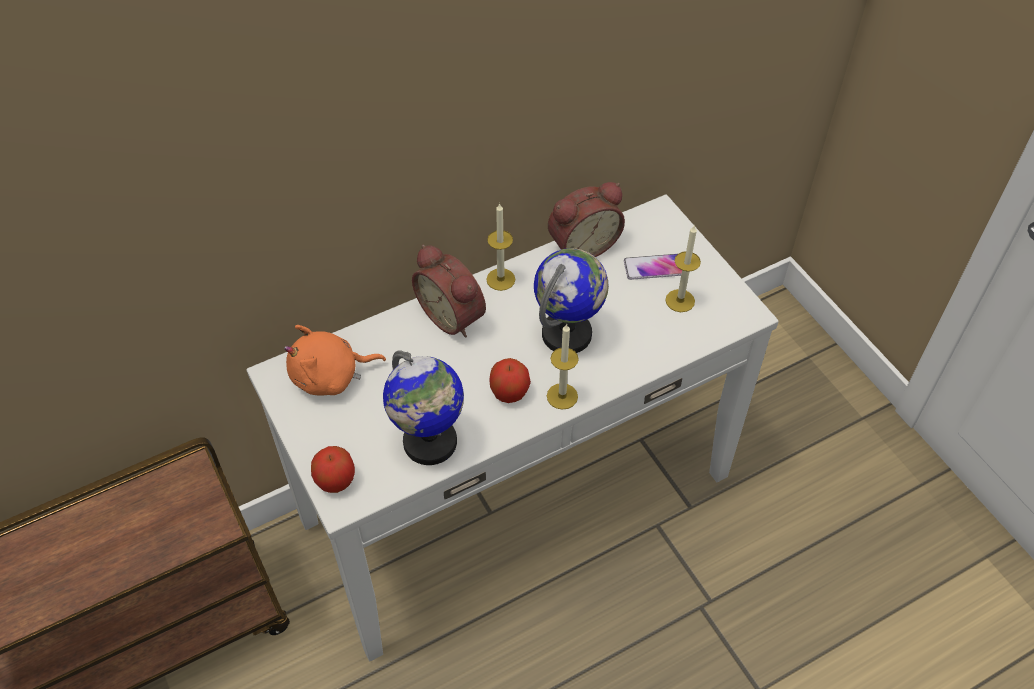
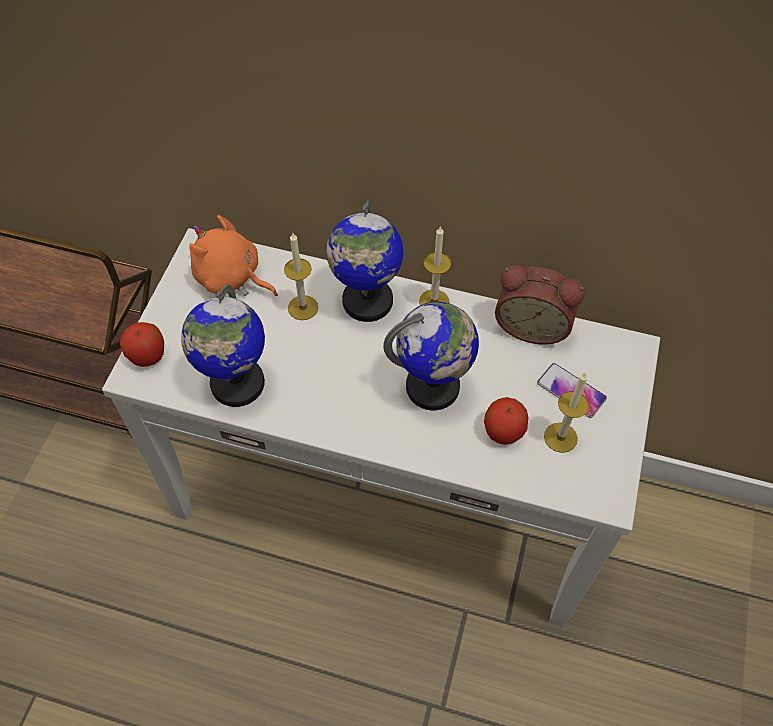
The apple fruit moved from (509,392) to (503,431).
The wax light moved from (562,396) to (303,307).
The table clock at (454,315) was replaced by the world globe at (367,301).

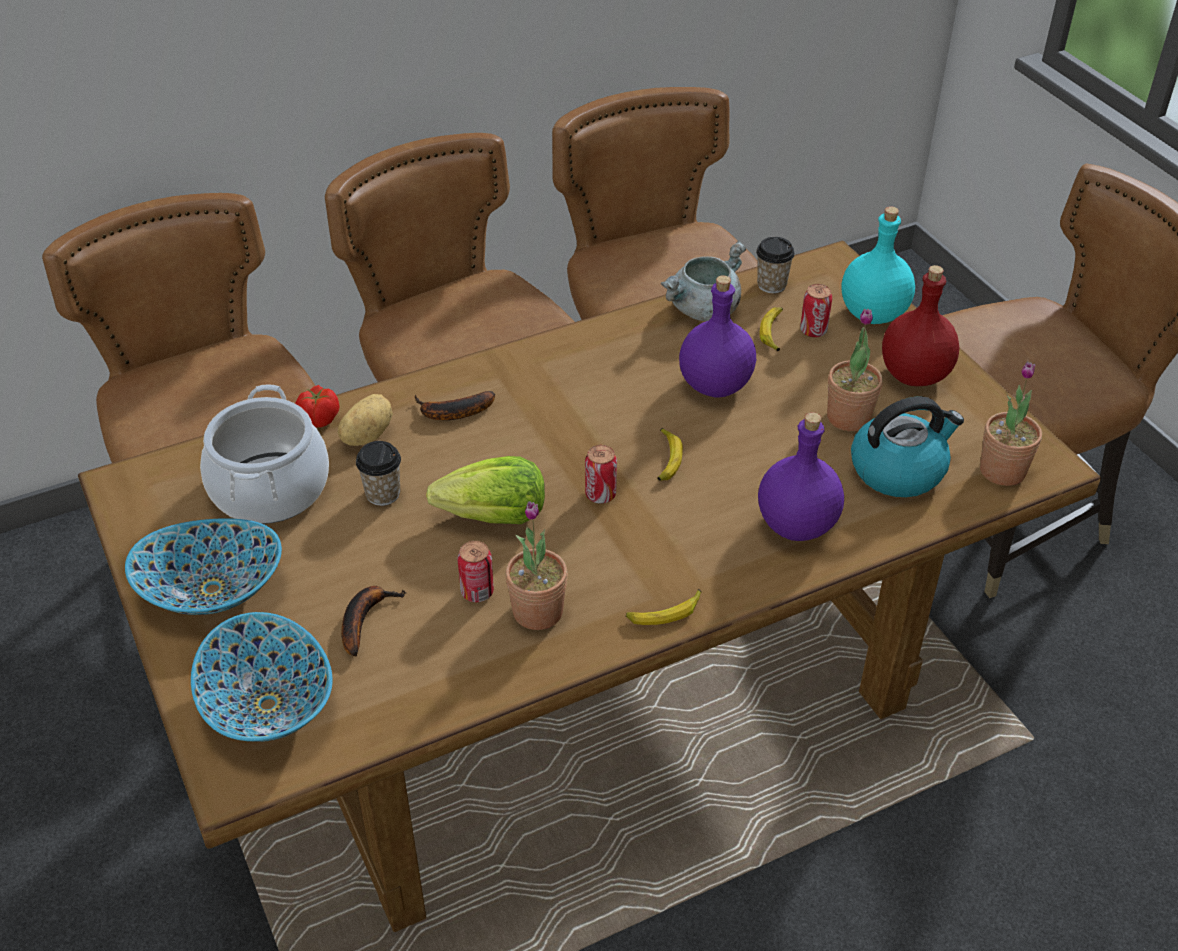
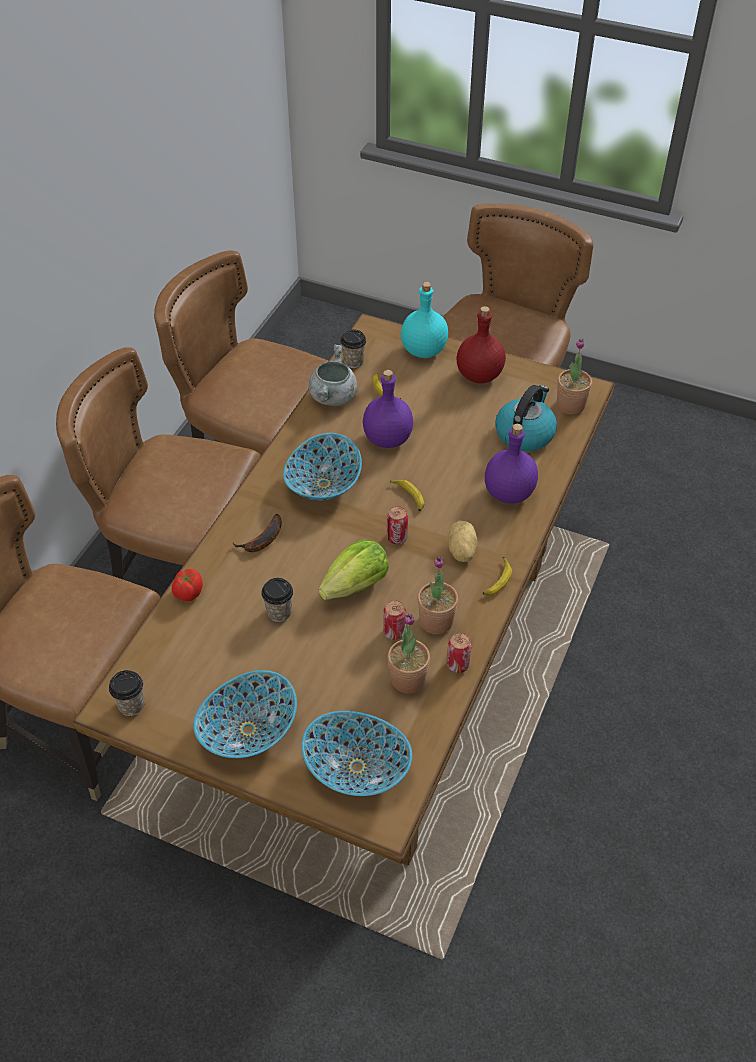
The cooking pot at (269,489) disappeared.
The whole banana at (364,619) disappeared.
The drinking cup at (131,705) appeared.
The deep dish at (322,484) appeared.
The spud moved from (366,435) to (460,551).
The can moved from (813,331) to (457,665).
The houseplant moved from (848,417) to (408,679).

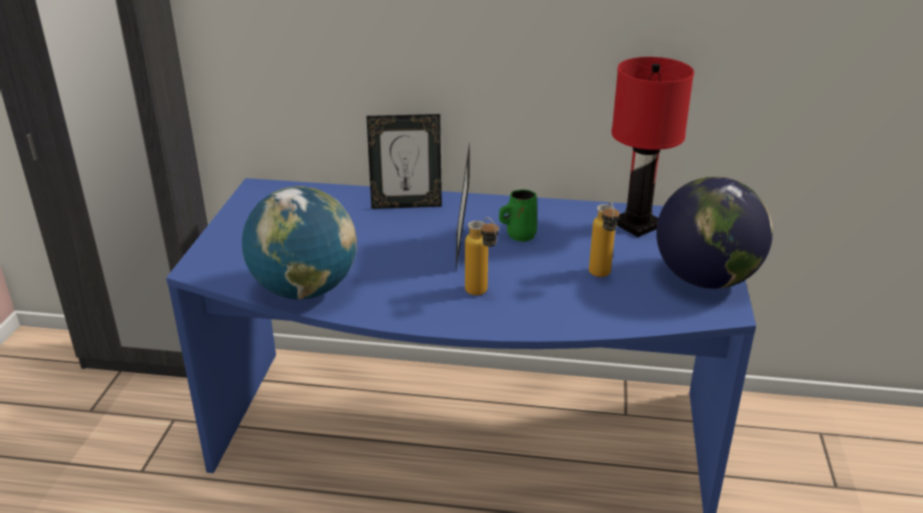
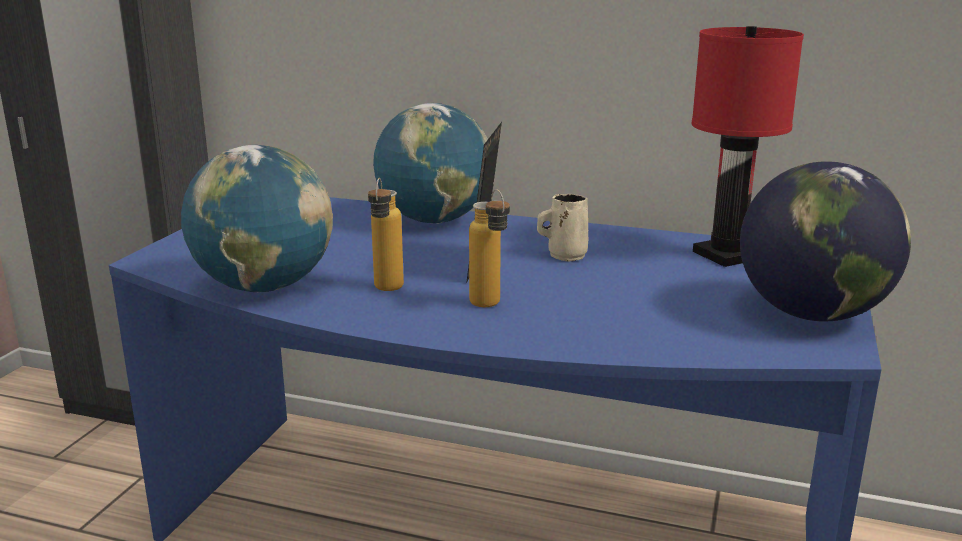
The beverage bottle moved from (601,277) to (386,291).
The photo frame at (406,204) was replaced by the world globe at (434,221).
The greenish mug at (519,235) became the beige-coloured mug at (564,255).

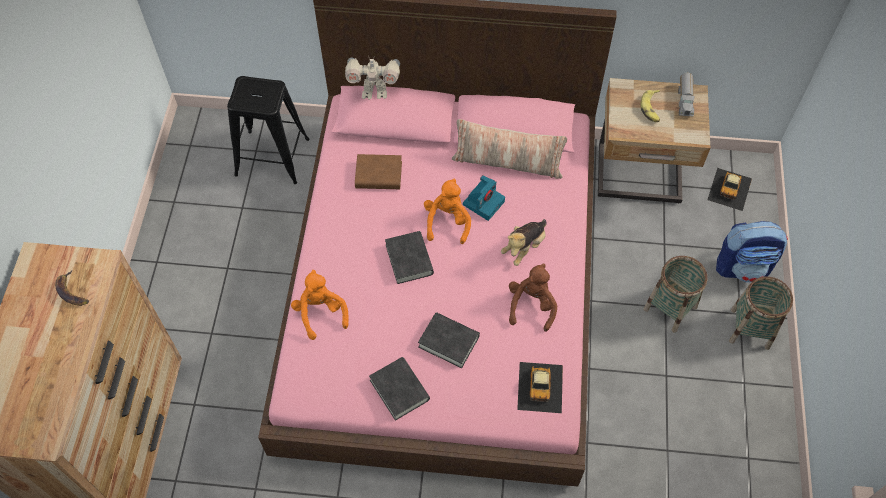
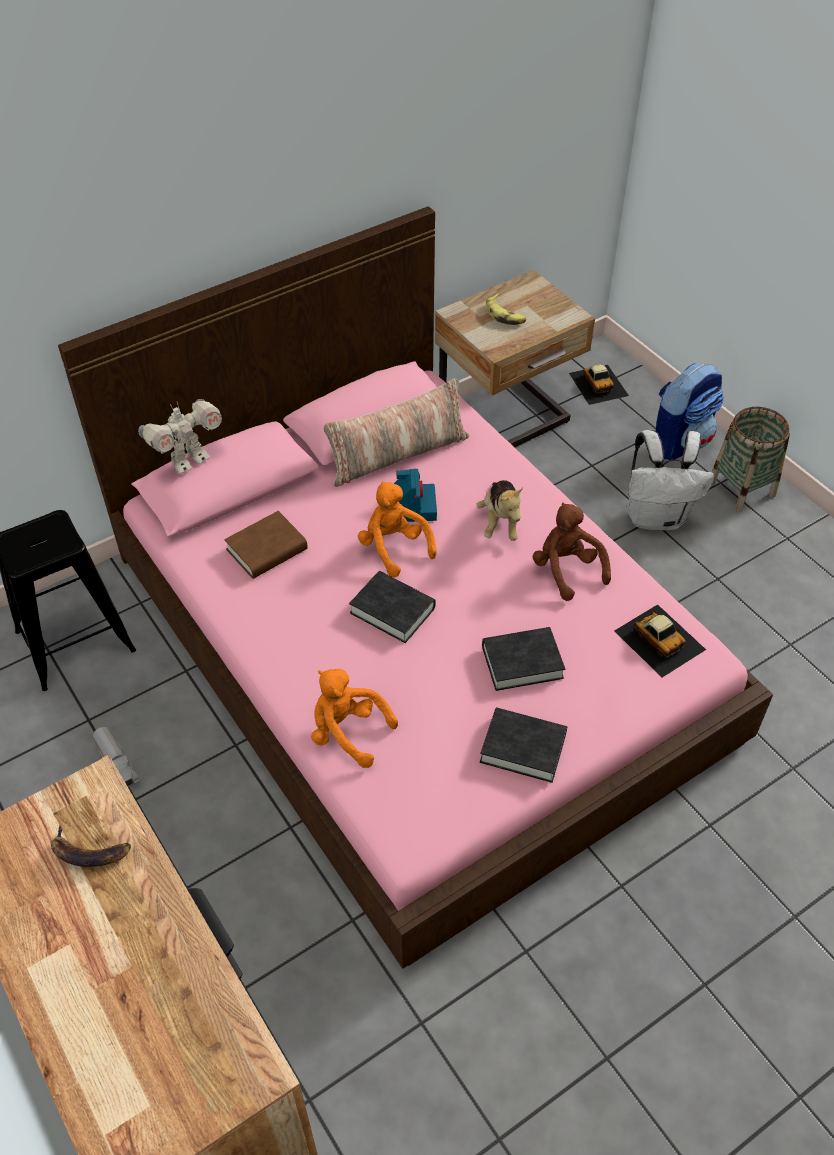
The toy truck moved from (685,101) to (118,765).
The basket at (670,308) was replaced by the whitish backpack at (657,517).

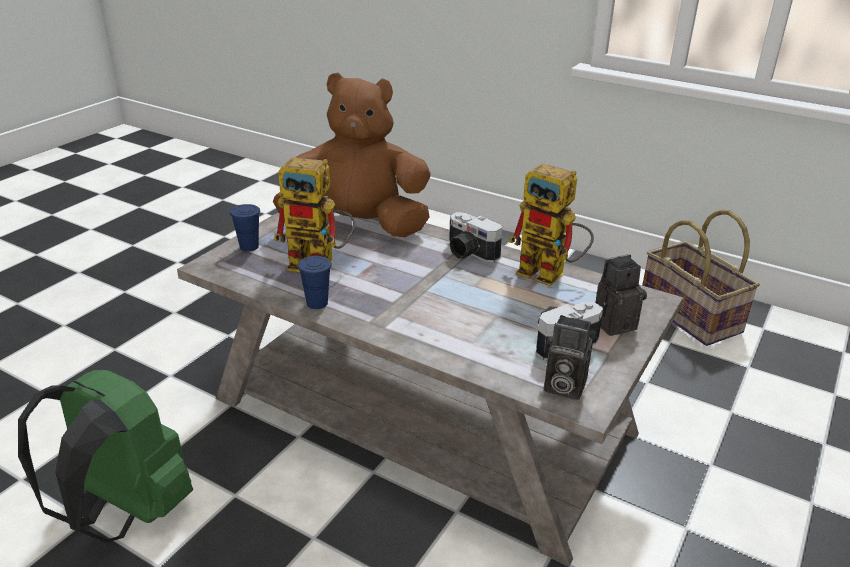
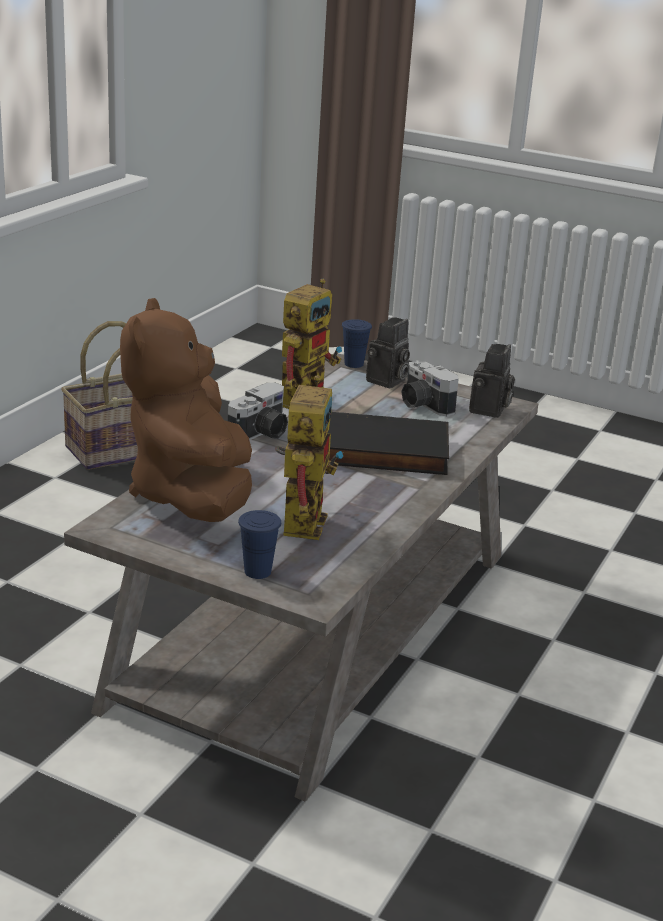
The greenish backpack at (126,512) disappeared.
The blackish book at (384,453) appeared.
The blue drinking cup moved from (317,303) to (354,364).
The photo camera at (615,323) turned 120 degrees counterclockwise.

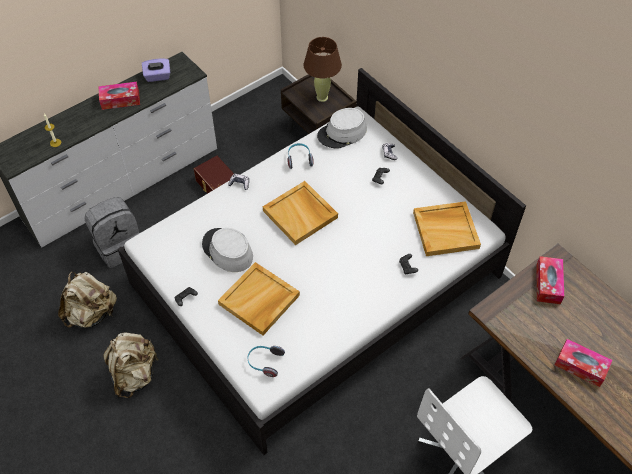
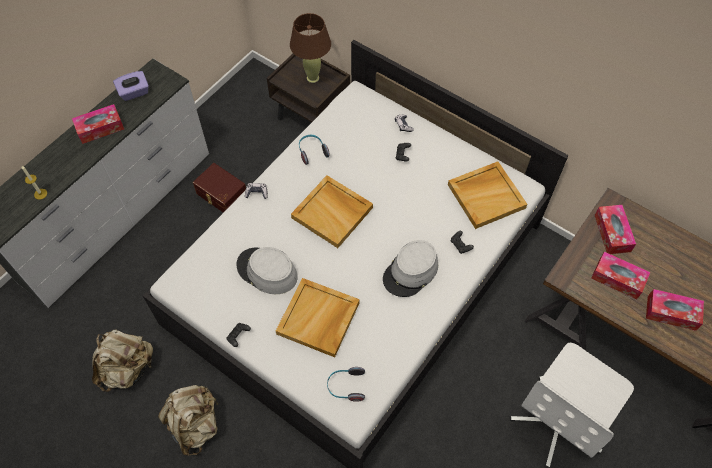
The grey backpack at (119,246) disappeared.
The tissue holder at (617,279) appeared.
The grey hat moved from (342,133) to (411,272).

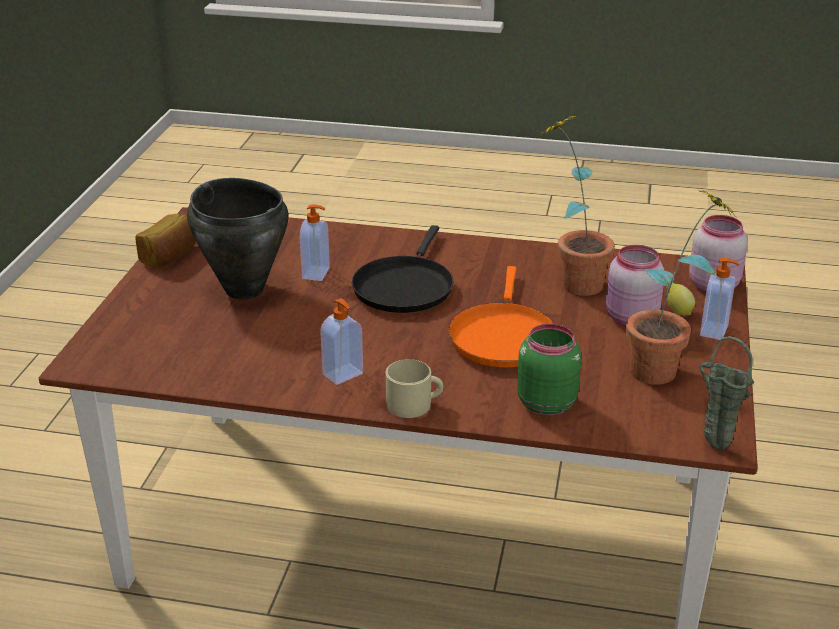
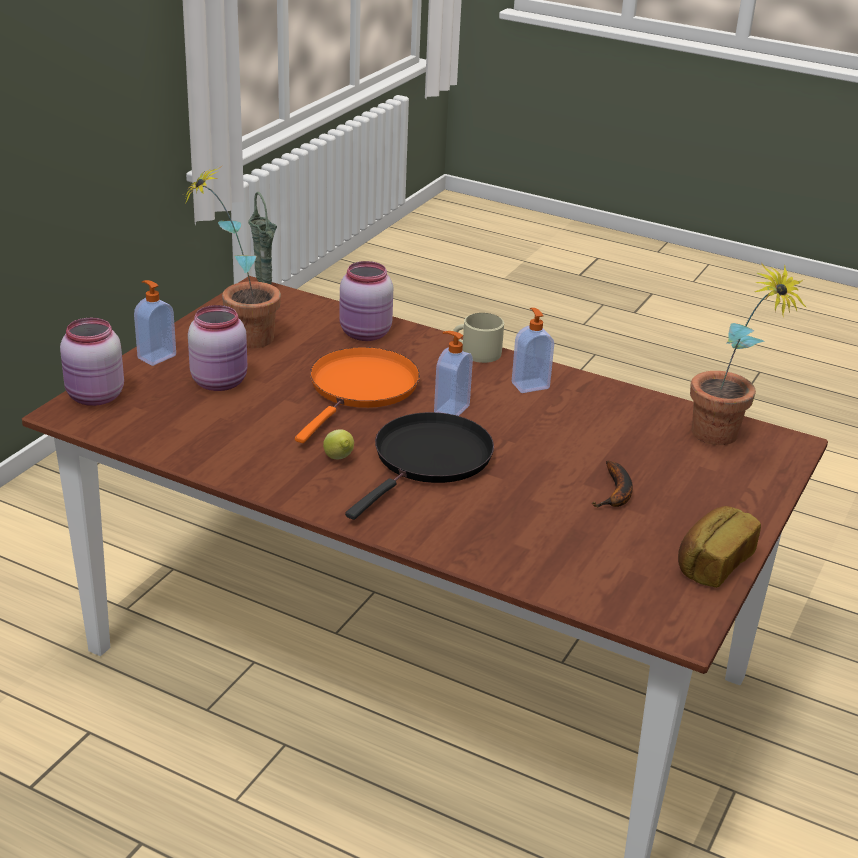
The soap bottle moved from (317,273) to (450,409).
The houseplant moved from (572,280) to (724,440).
The whole lemon moved from (677,311) to (339,459).
The blackish cooking pot at (244,289) was replaced by the whole banana at (616,493).
The greenish preserve jar at (545,402) became the pink-coloured preserve jar at (366,334).

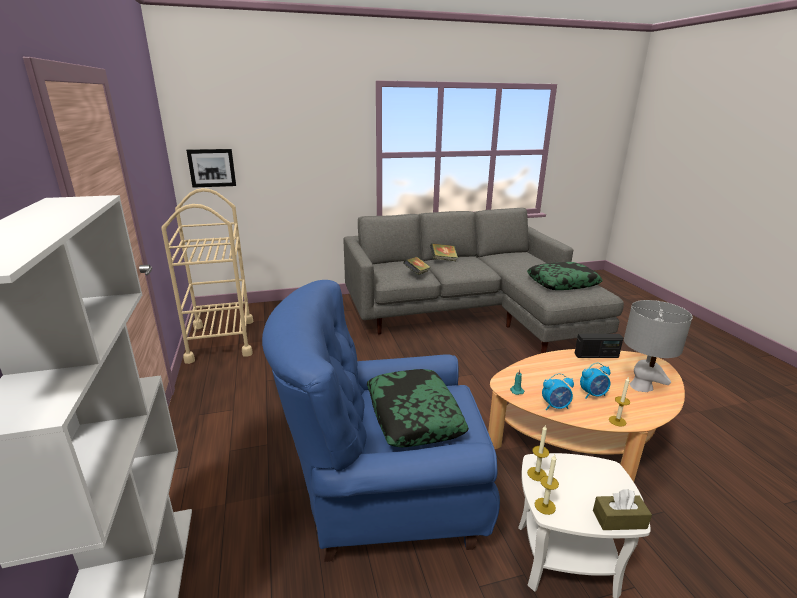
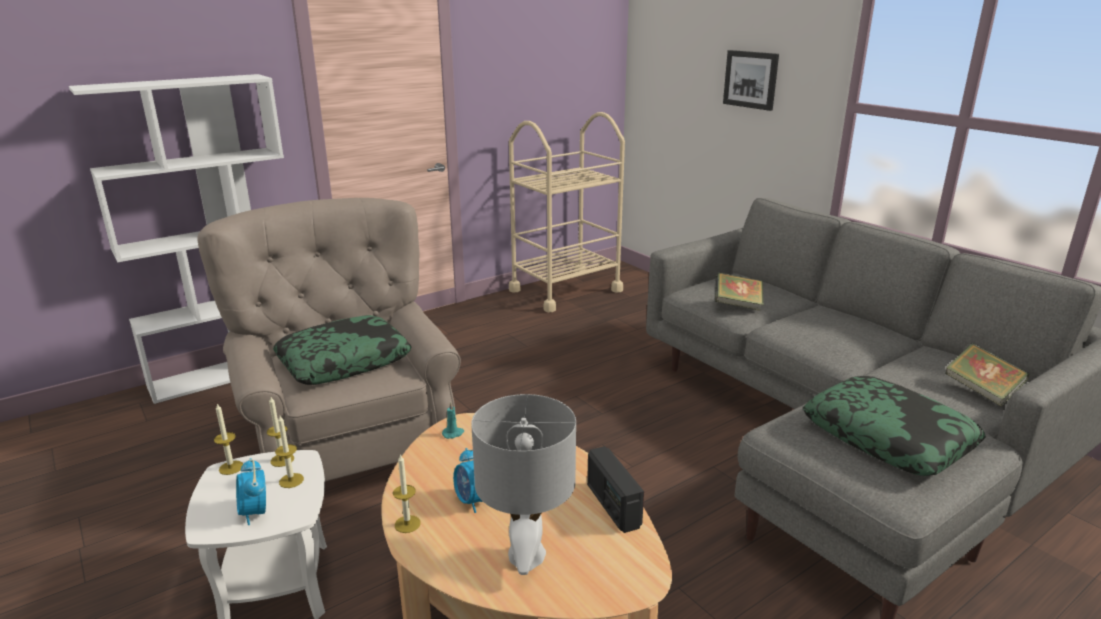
The brownish tissue holder at (619,519) disappeared.
The wax light at (291,480) appeared.
The picture moved from (212,168) to (751,79).
The book moved from (443,260) to (981,391).
The table clock moved from (555,406) to (255,513).
The blue easy chair at (385,496) became the beige-coloured easy chair at (350,444).

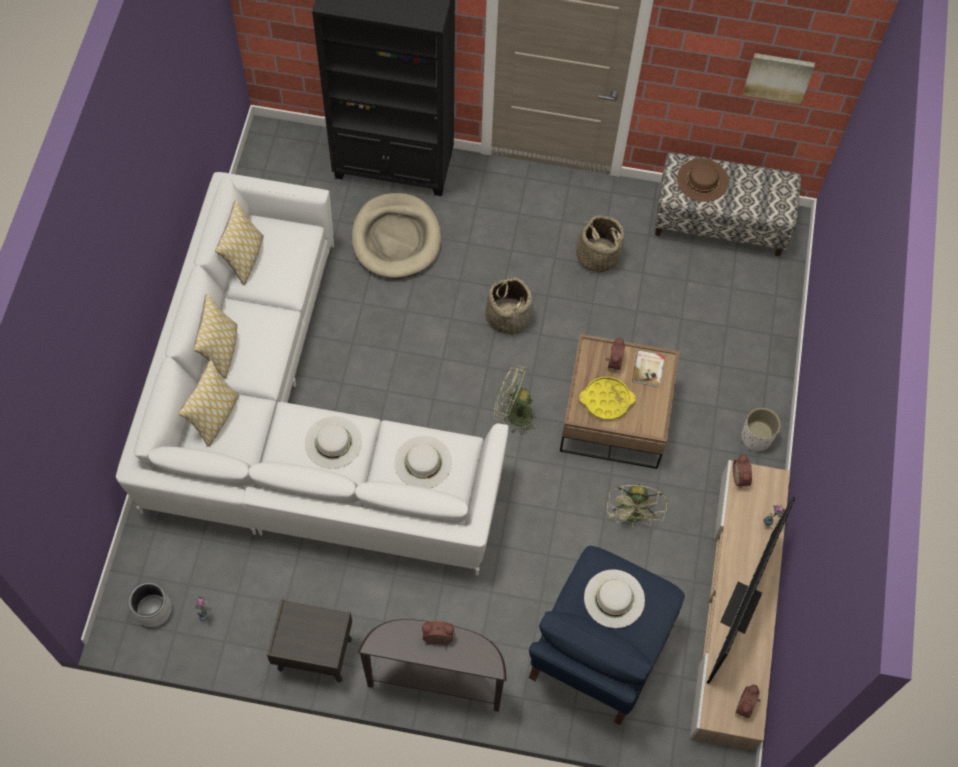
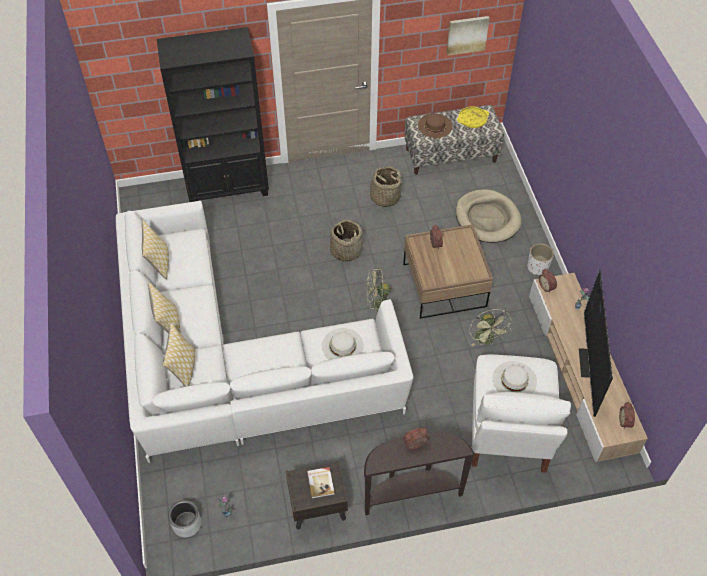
The whitish hat at (333,442) disappeared.
The beige-coloured dog bed moved from (396,238) to (487,218).
The yellow-coloured serving tray moved from (606,400) to (472,119).
The book moved from (648,369) to (321,483).
The blue easy chair at (598,652) became the whitish easy chair at (508,432).

